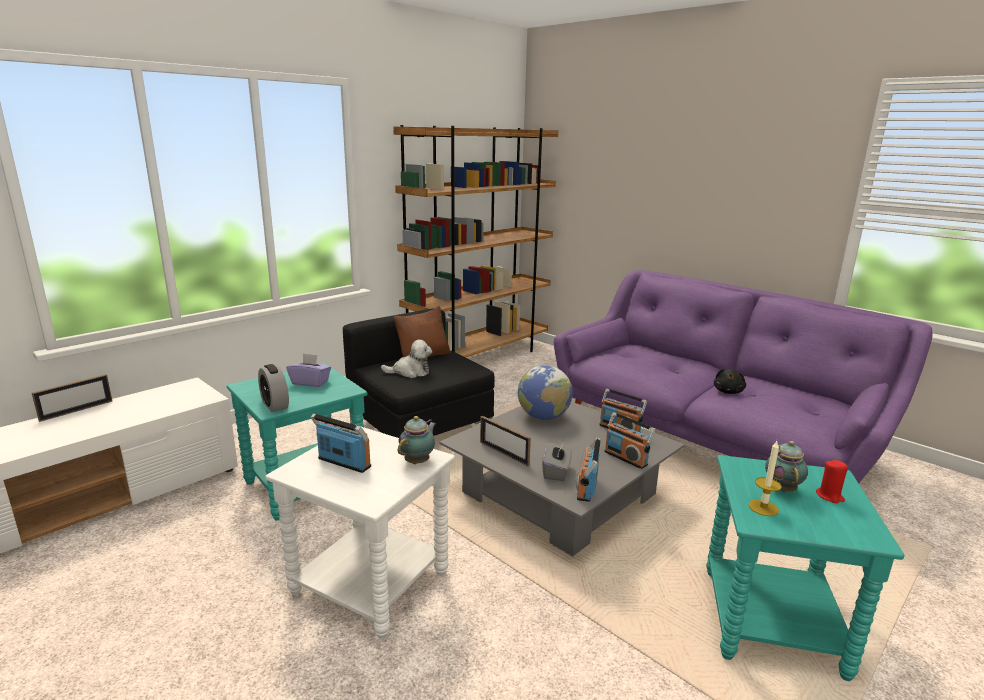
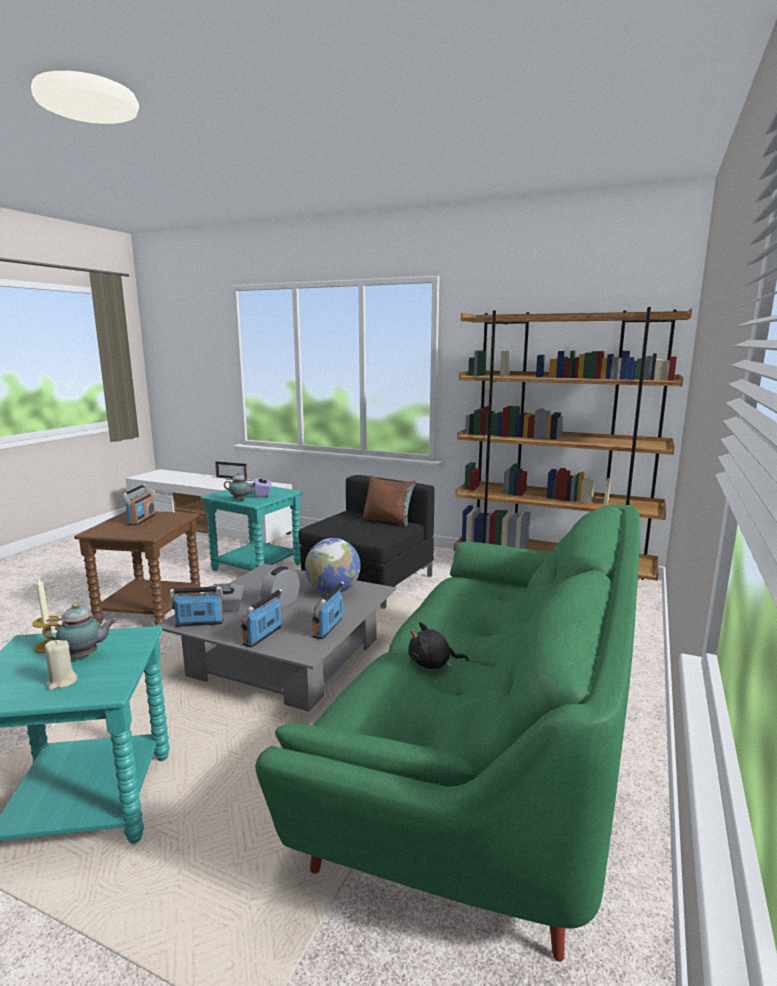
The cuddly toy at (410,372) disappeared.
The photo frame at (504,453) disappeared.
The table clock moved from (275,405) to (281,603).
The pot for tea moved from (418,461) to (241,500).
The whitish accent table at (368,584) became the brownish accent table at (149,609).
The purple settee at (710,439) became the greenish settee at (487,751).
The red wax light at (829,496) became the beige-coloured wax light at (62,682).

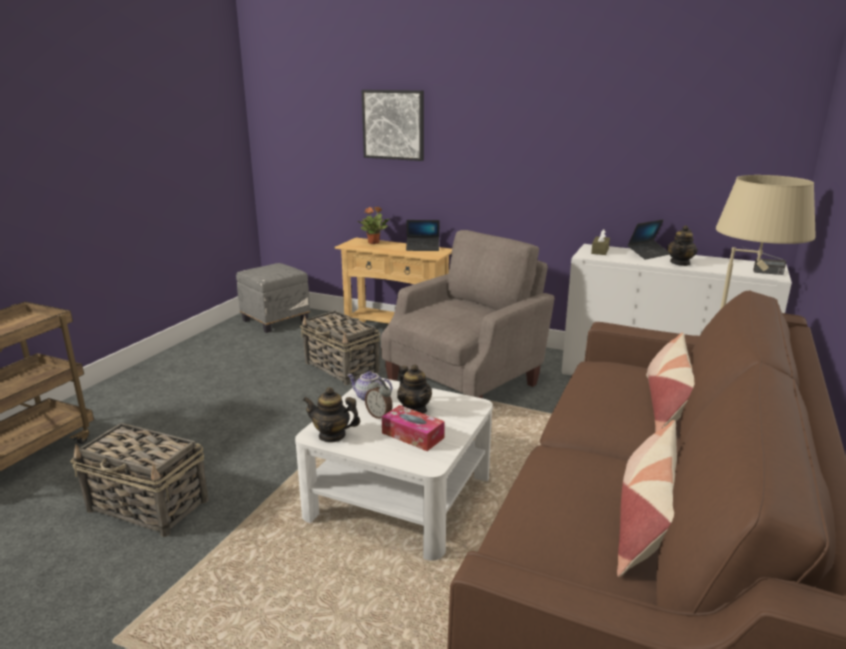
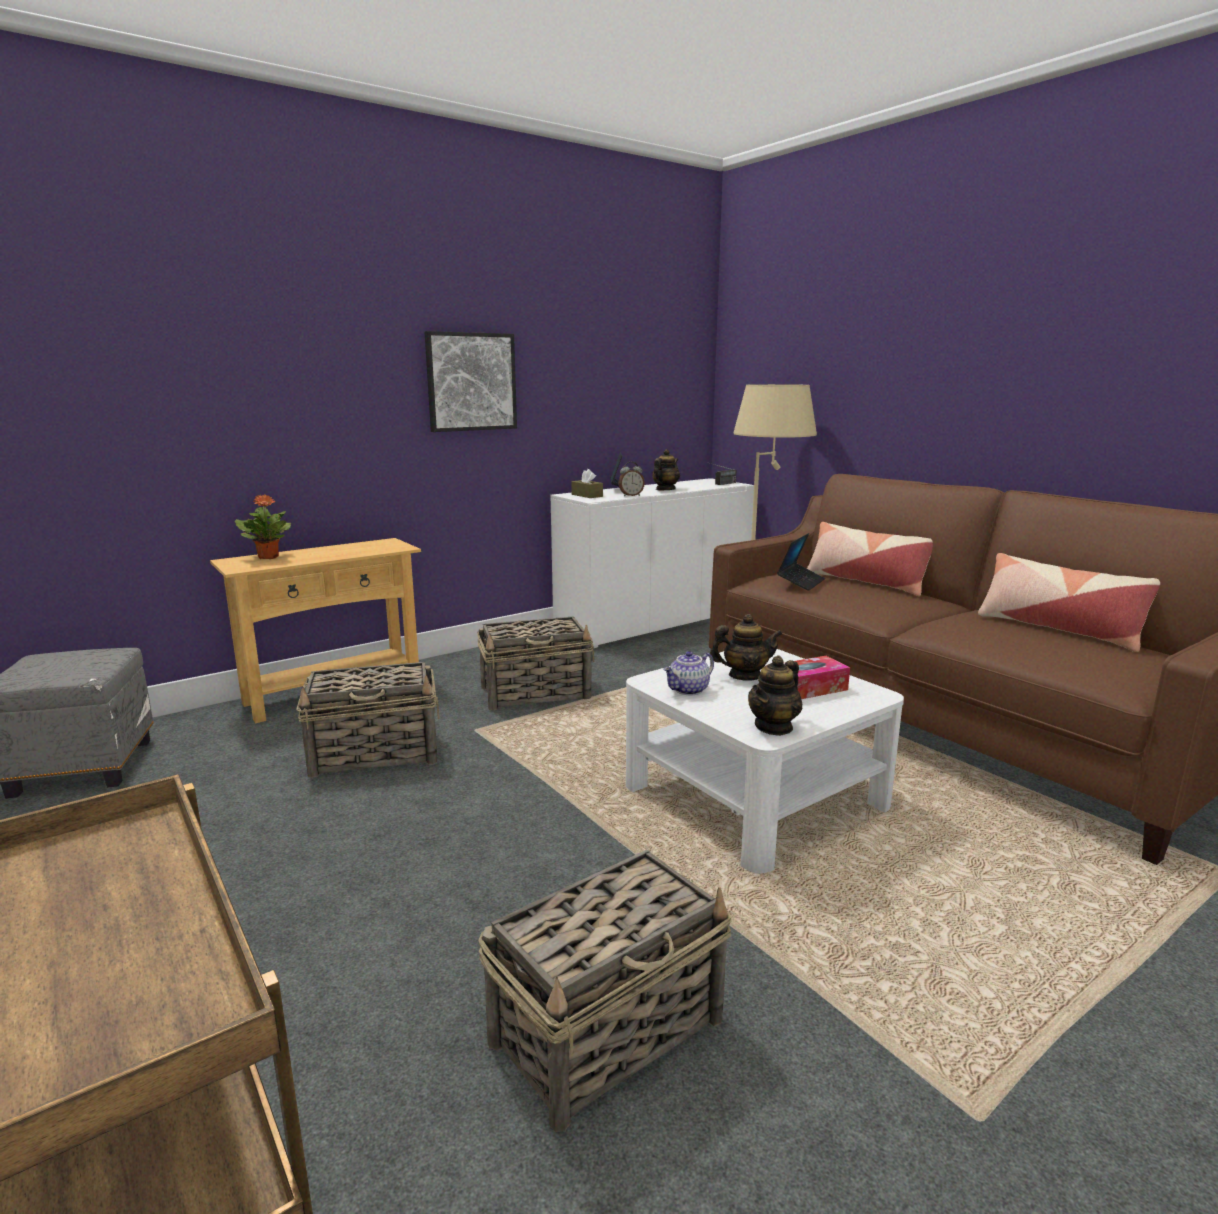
The picture moved from (393,125) to (471,382).
The table clock moved from (379,416) to (631,495).
The portable computer moved from (423,248) to (800,582).
The beige-coloured easy chair at (465,381) was replaced by the basket at (537,693).
The pot for tea at (680,263) turned 120 degrees counterclockwise.

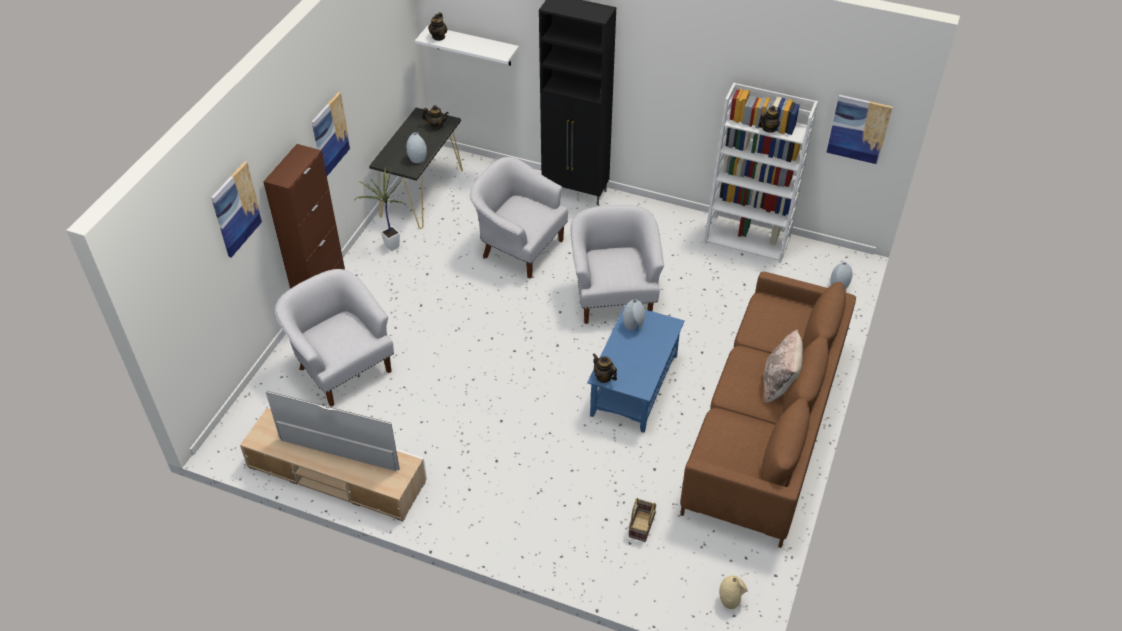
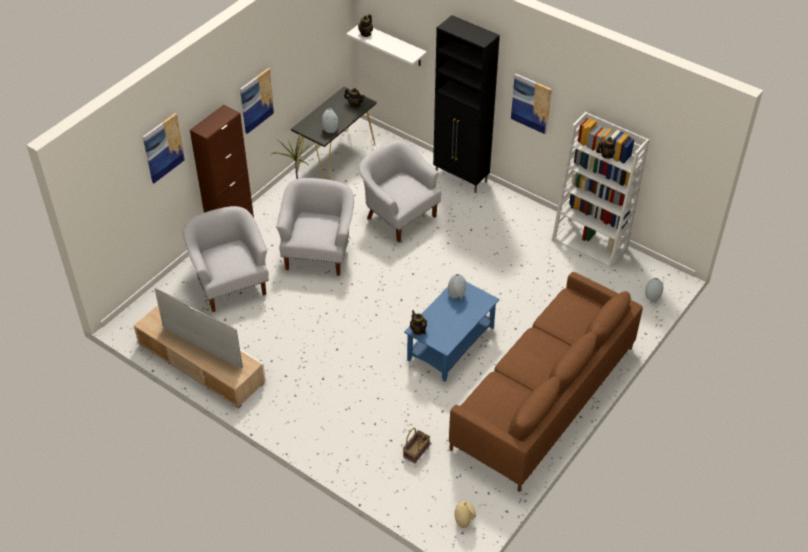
The beige-coloured throw pillow at (779,383) disappeared.
The whitish easy chair moved from (614,296) to (319,253).
The picture moved from (858,129) to (531,103).

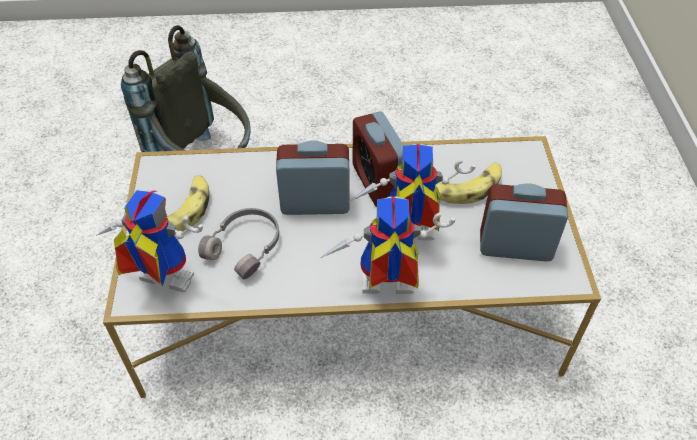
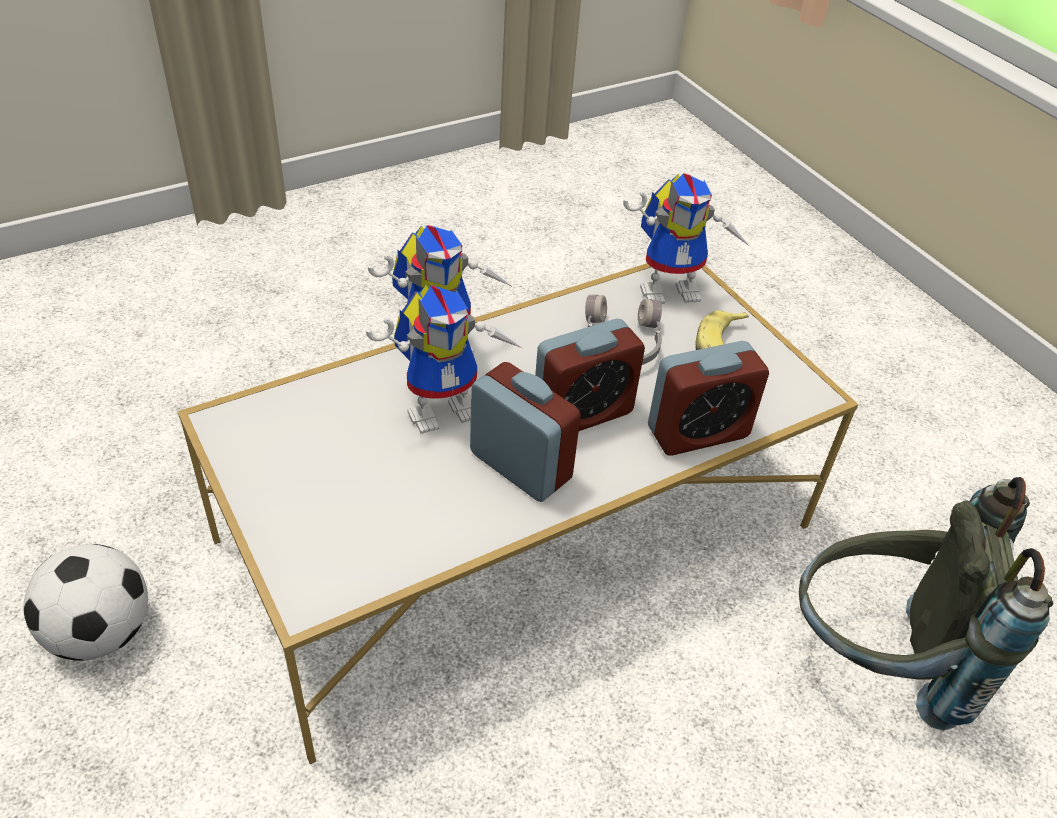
The whole banana at (467,187) disappeared.
The football at (101,632) appeared.
The table clock moved from (515,246) to (697,432).

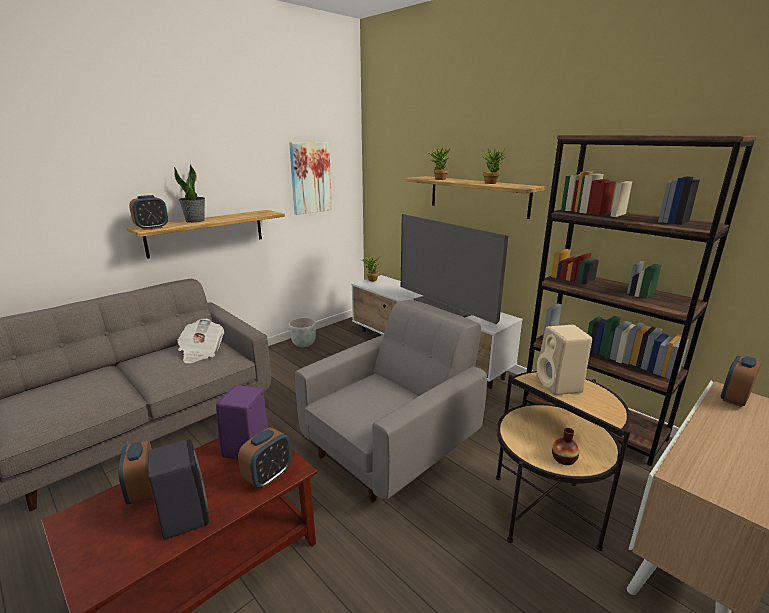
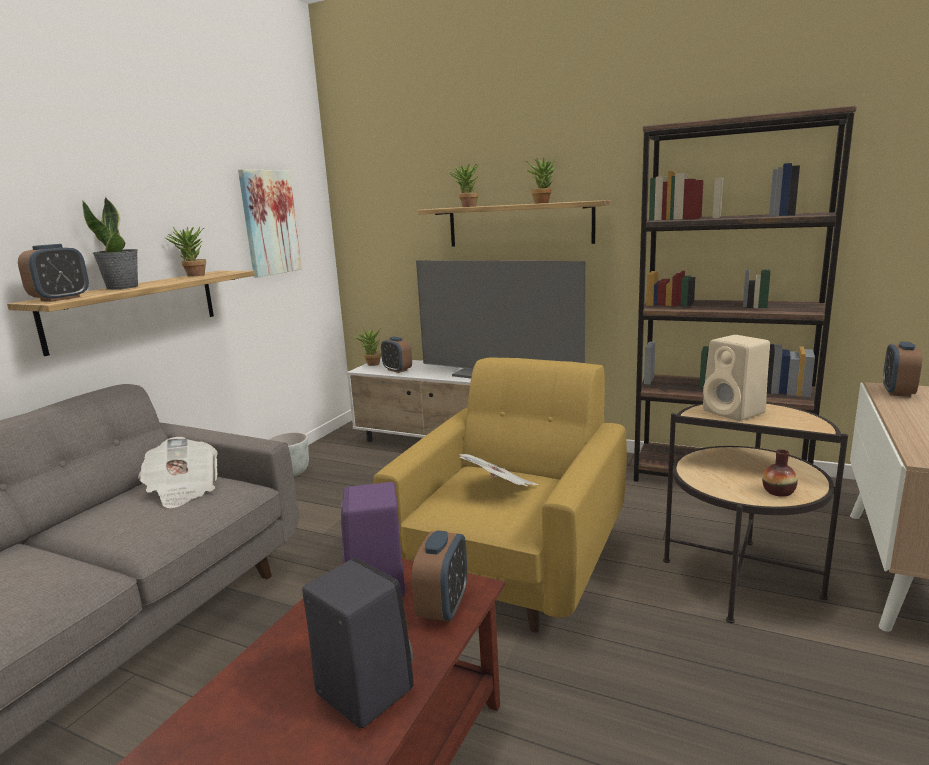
The houseplant at (192,276) appeared.
The newspaper at (499,489) appeared.
The table clock moved from (143,491) to (397,370).
The grey easy chair at (392,447) became the yellow-coloured easy chair at (514,563).

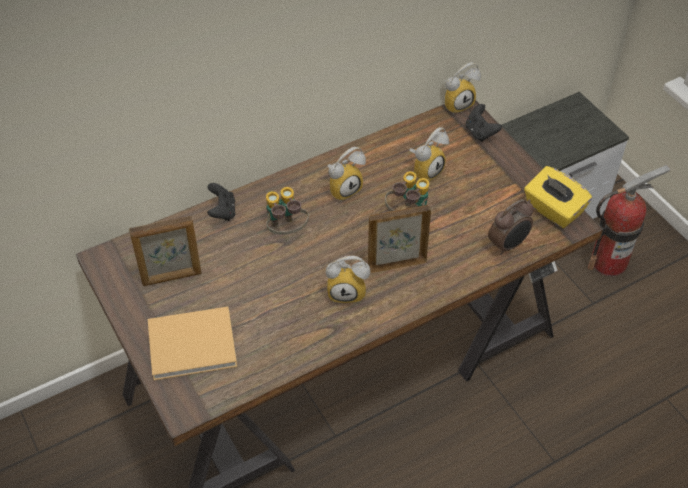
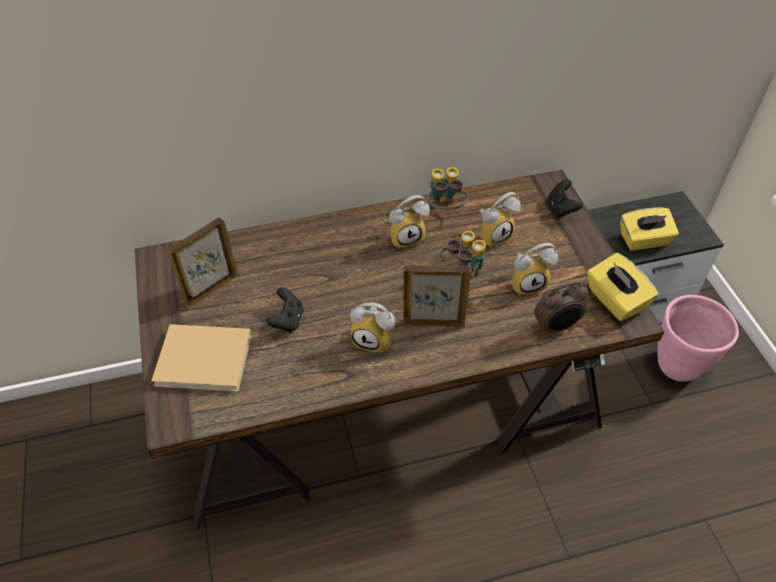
The yellow-coloured tissue holder at (644,240) appeared.
The blackish game controller moved from (222,212) to (287,320).
The pair of binoculars moved from (286,230) to (445,209).
The table clock moved from (457,103) to (527,283).
The extinguisher at (608,262) was replaced by the pink-coloured flower pot at (678,365).
The photo frame at (172,277) turned 135 degrees clockwise.

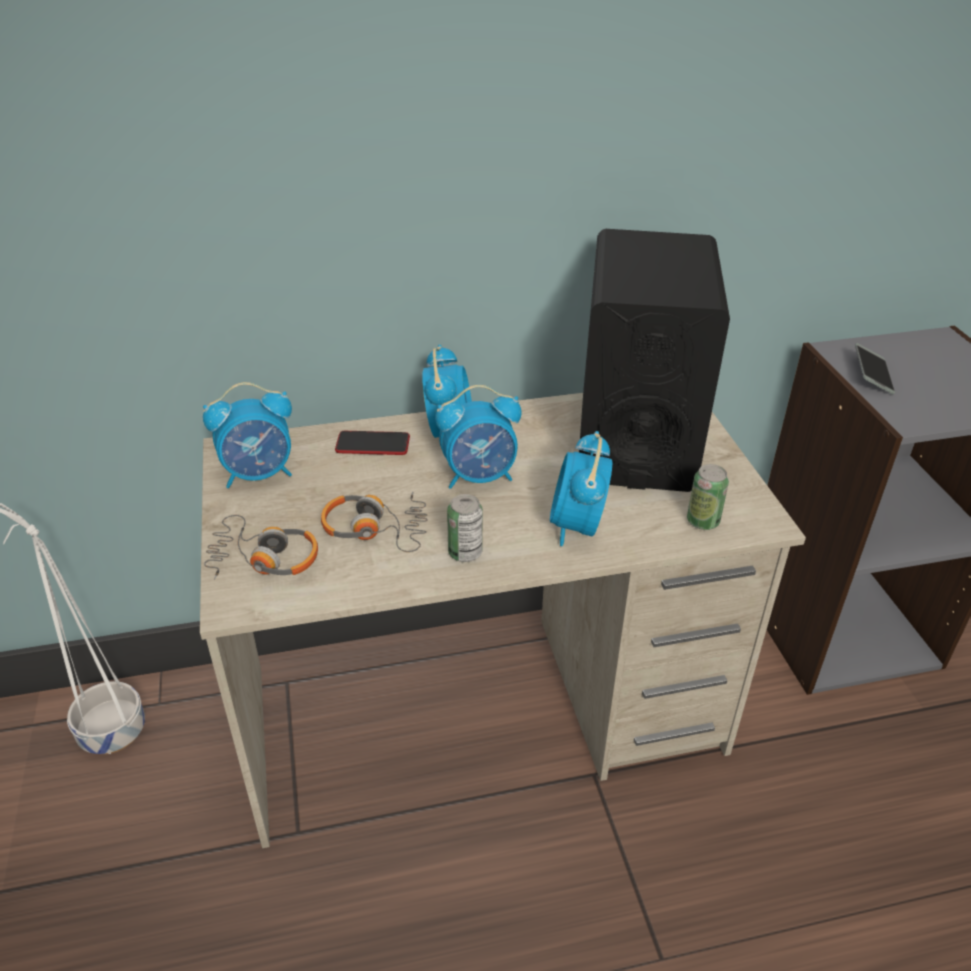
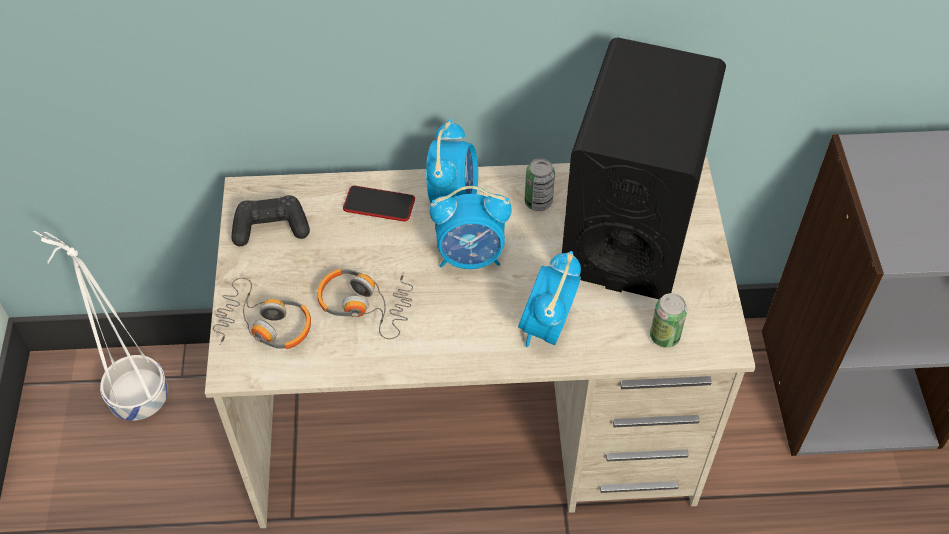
The handset at (872,375) disappeared.
The can moved from (465,553) to (538,202).
The table clock at (259,474) was replaced by the blackish game controller at (271,228).

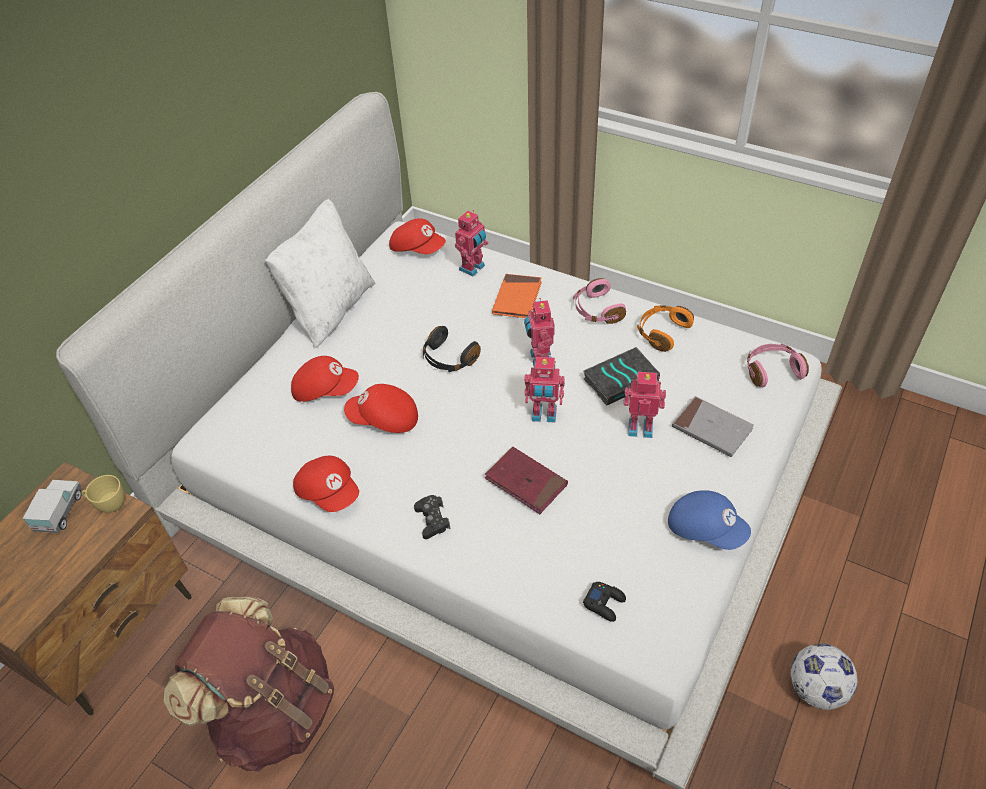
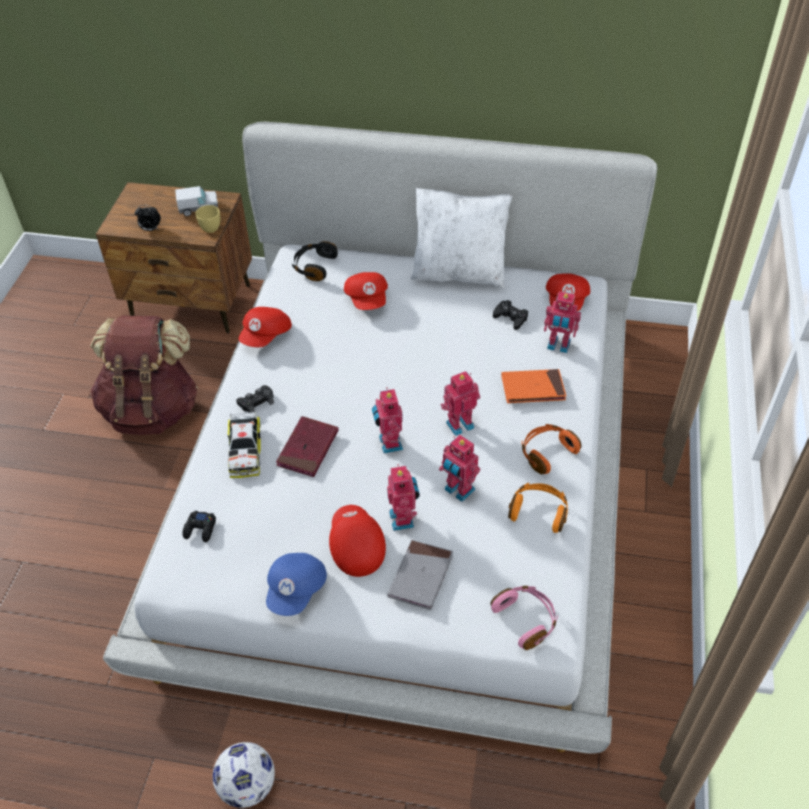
The table clock at (150,229) appeared.
The model car at (245,451) appeared.
The blackish game controller at (510,318) appeared.
The red cap moved from (384,420) to (355,547).
The blackish headphones moved from (449,359) to (314,267).
The book at (620,379) was replaced by the robot figure at (458,490).
The pink-coloured headphones at (597,310) became the orangey headphones at (547,453).

